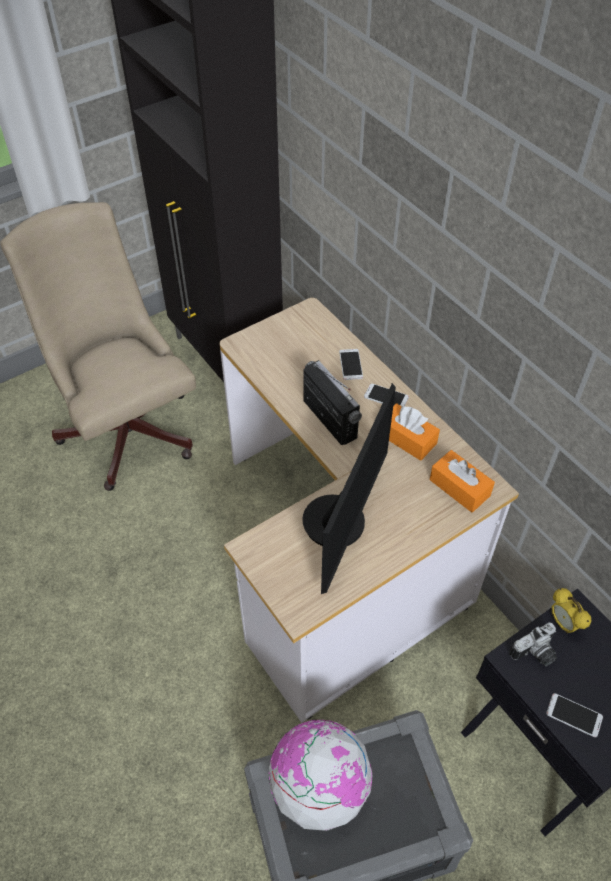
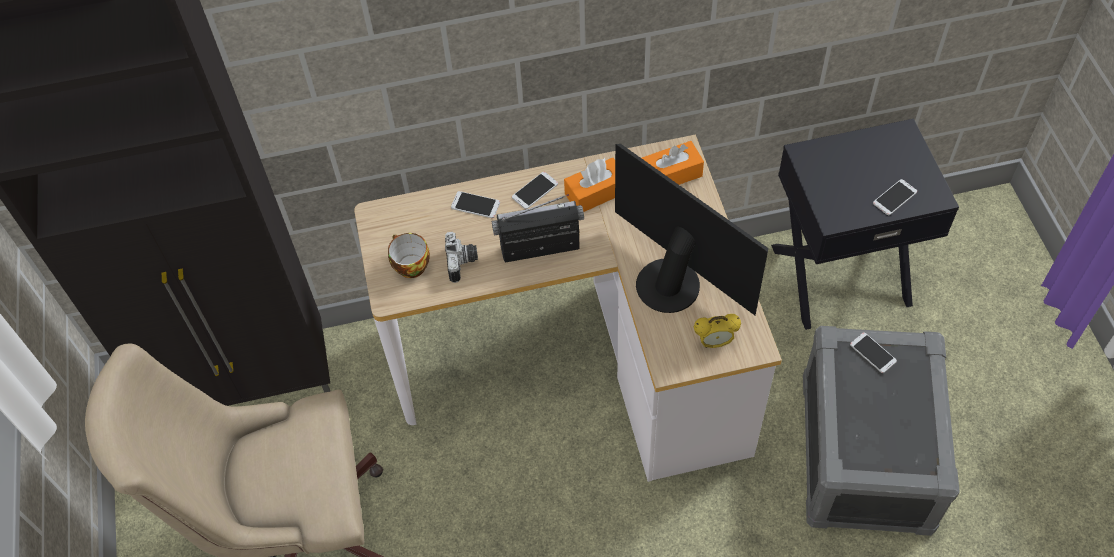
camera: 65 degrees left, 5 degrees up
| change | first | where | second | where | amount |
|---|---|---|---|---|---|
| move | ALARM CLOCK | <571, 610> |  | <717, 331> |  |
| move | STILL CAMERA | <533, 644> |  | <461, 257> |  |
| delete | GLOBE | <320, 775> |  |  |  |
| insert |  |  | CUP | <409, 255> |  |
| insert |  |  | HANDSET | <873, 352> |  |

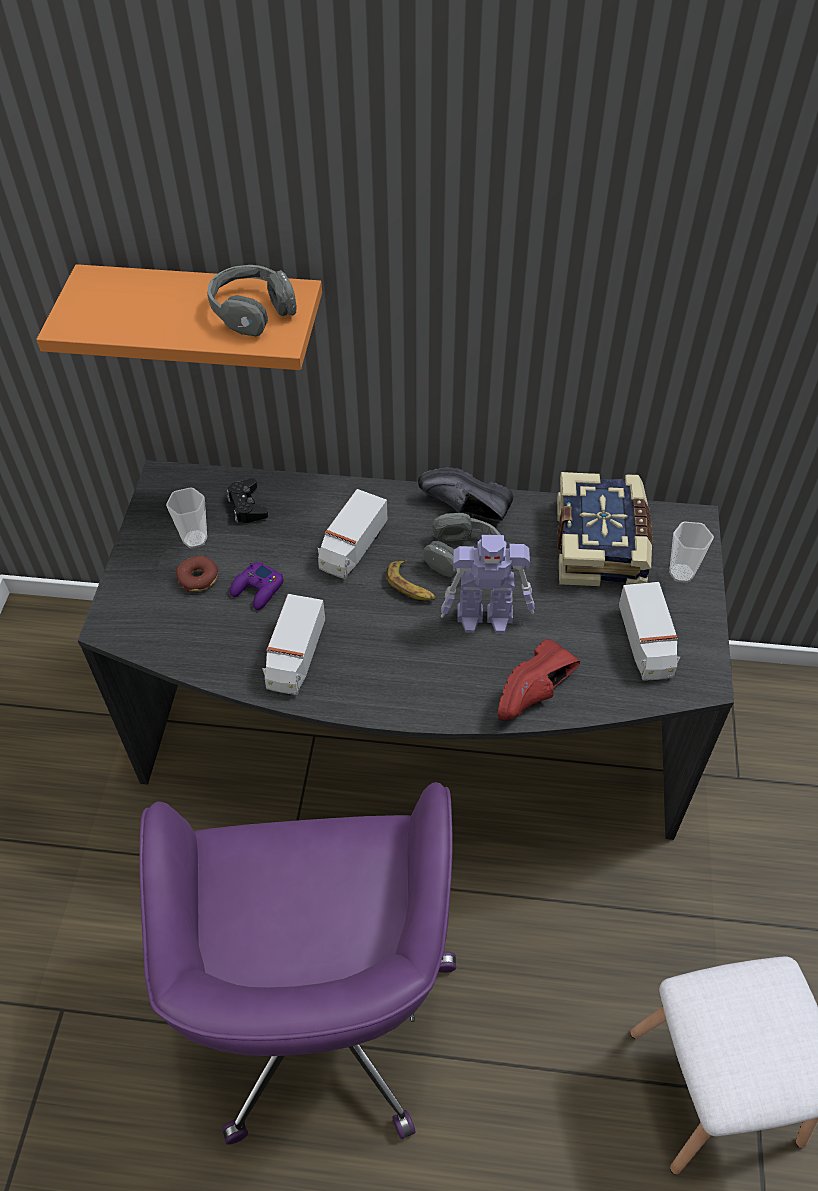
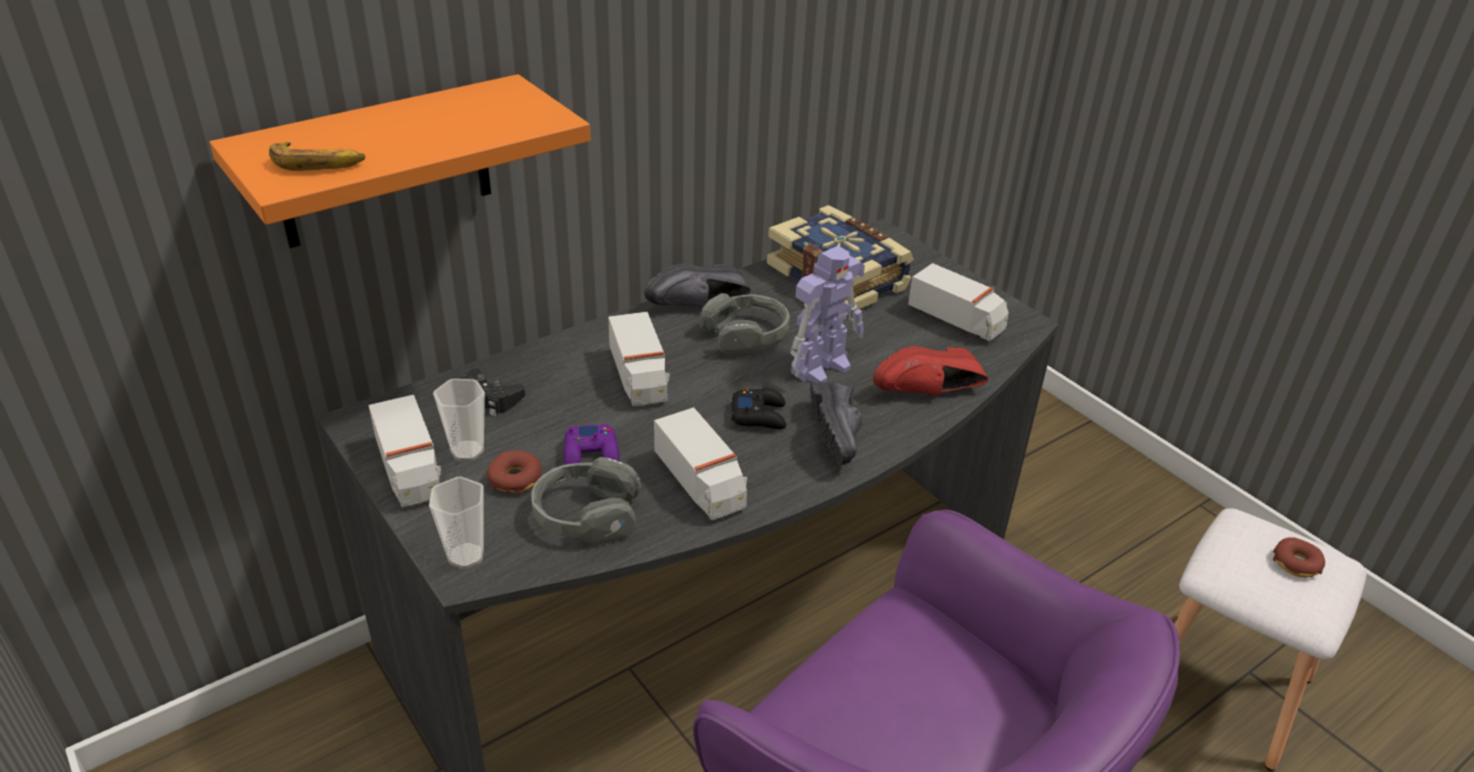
camera: 45 degrees left, 15 degrees down
| change | first | where | second | where | amount |
|---|---|---|---|---|---|
| move | GREYISH PAIR OF HEADPHONES | <251, 300> |  | <586, 500> |  |
| move | CUP | <691, 552> |  | <456, 523> |  |
| move | BANANA | <411, 580> |  | <317, 156> |  |
| rotate | REDDISH LOW SHOE | <539, 679> |  | <930, 370> | 75 degrees clockwise |
| insert |  |  | BLACK LOW SHOE | <836, 424> |  |
| insert |  |  | BLACK GAMEPAD | <759, 408> |  |
| insert |  |  | MODEL TRUCK | <404, 450> |  |
| insert |  |  | DONUT | <1299, 557> |  |

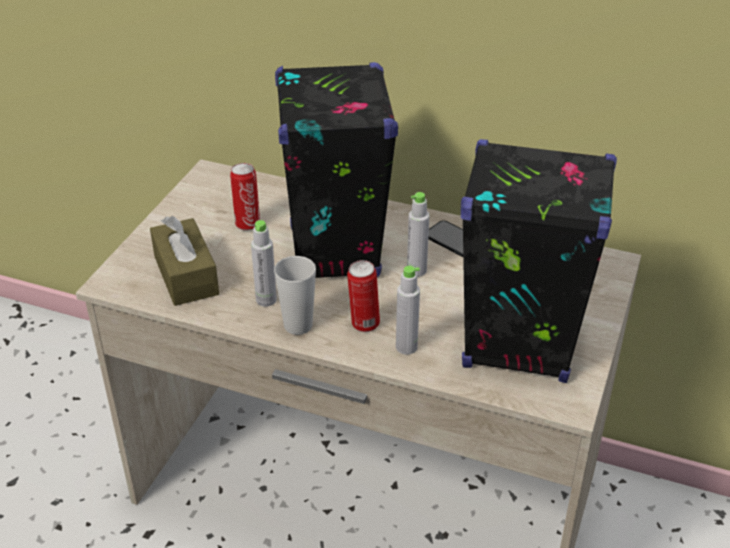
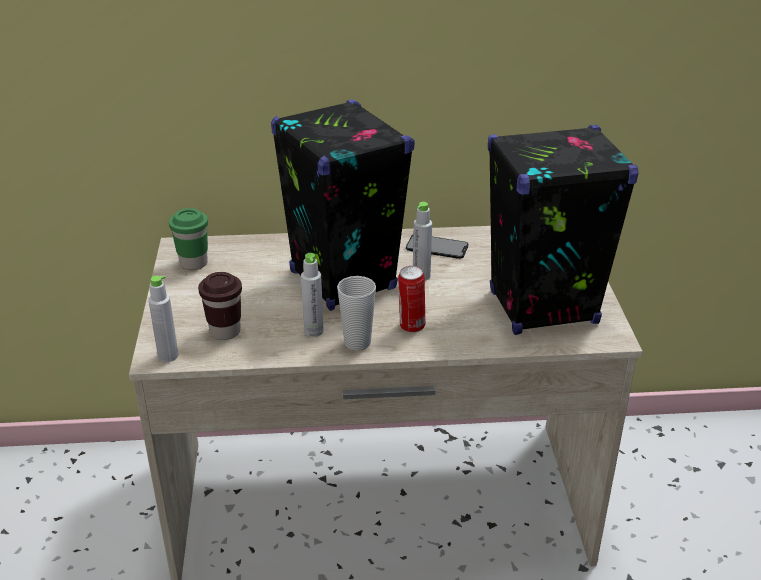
camera: 25 degrees left, 5 degrees down
| change | first | where | second | where | amount |
|---|---|---|---|---|---|
| delete | CAN | <245, 197> |  |  |  |
| replace | BROWN-COLOURED TISSUE HOLDER | <184, 261> | BROWN-COLOURED CUP | <220, 306> |  |
| move | GREYISH BOTTLE | <408, 310> |  | <163, 318> |  |
| insert |  |  | GREENISH CUP | <188, 239> |  |

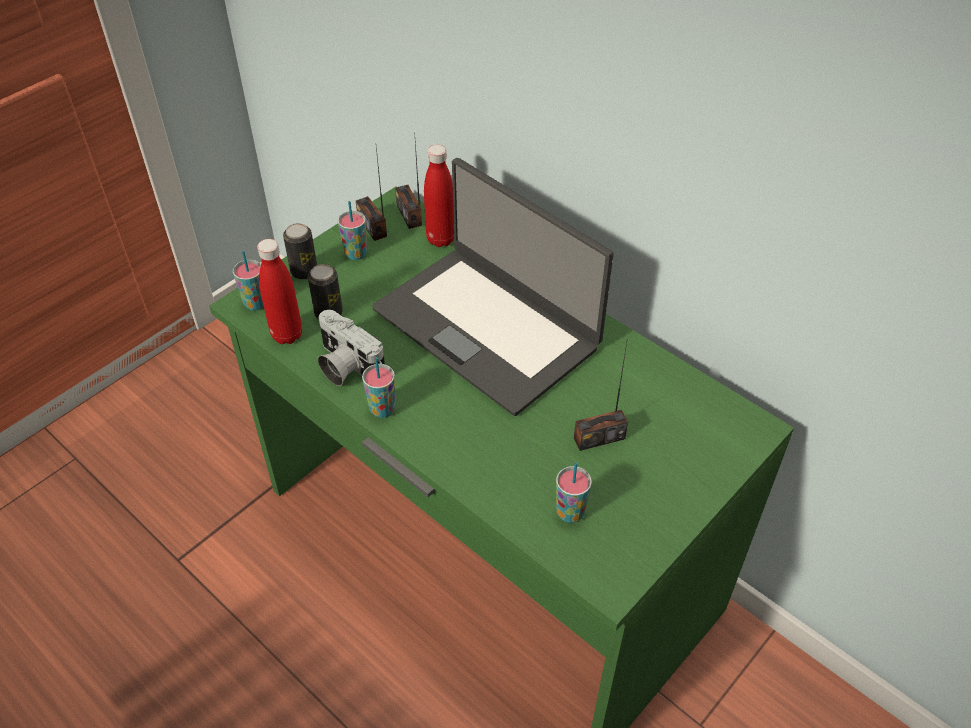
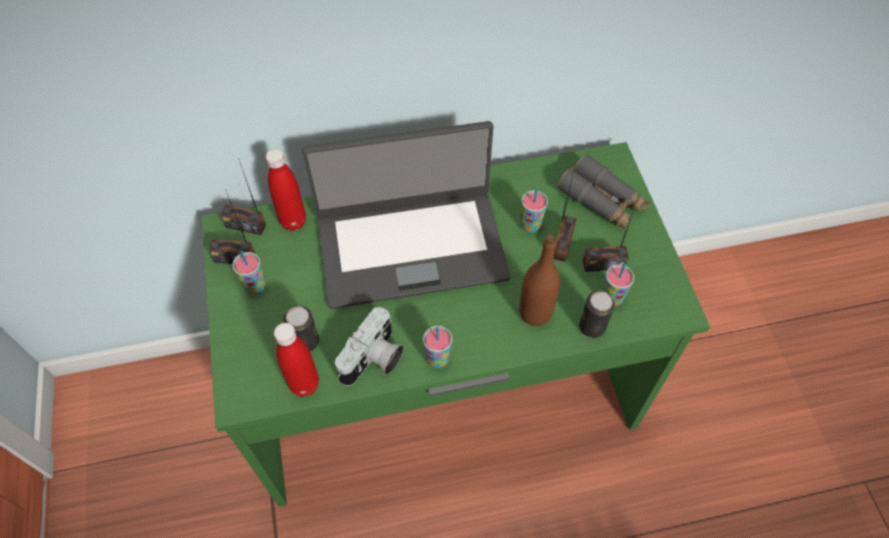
camera: 55 degrees left, 10 degrees up
| change | first | where | second | where | amount |
|---|---|---|---|---|---|
| move | CAN | <300, 251> |  | <597, 314> |  |
| move | CUP | <248, 281> |  | <534, 210> |  |
| rotate | STILL CAMERA | <351, 348> |  | <369, 346> | 45 degrees counterclockwise |
| insert |  |  | GREYISH BINOCULARS | <603, 192> |  |
| insert |  |  | RADIO | <611, 234> |  |
| insert |  |  | BROWN-COLOURED BOTTLE | <539, 280> |  |

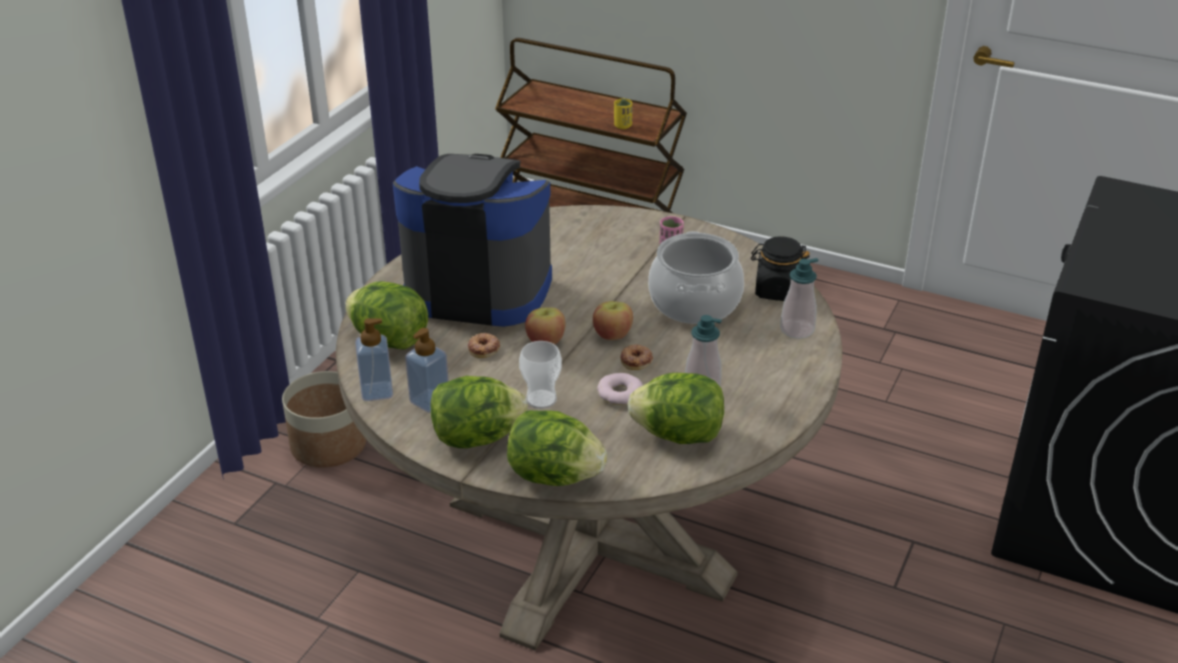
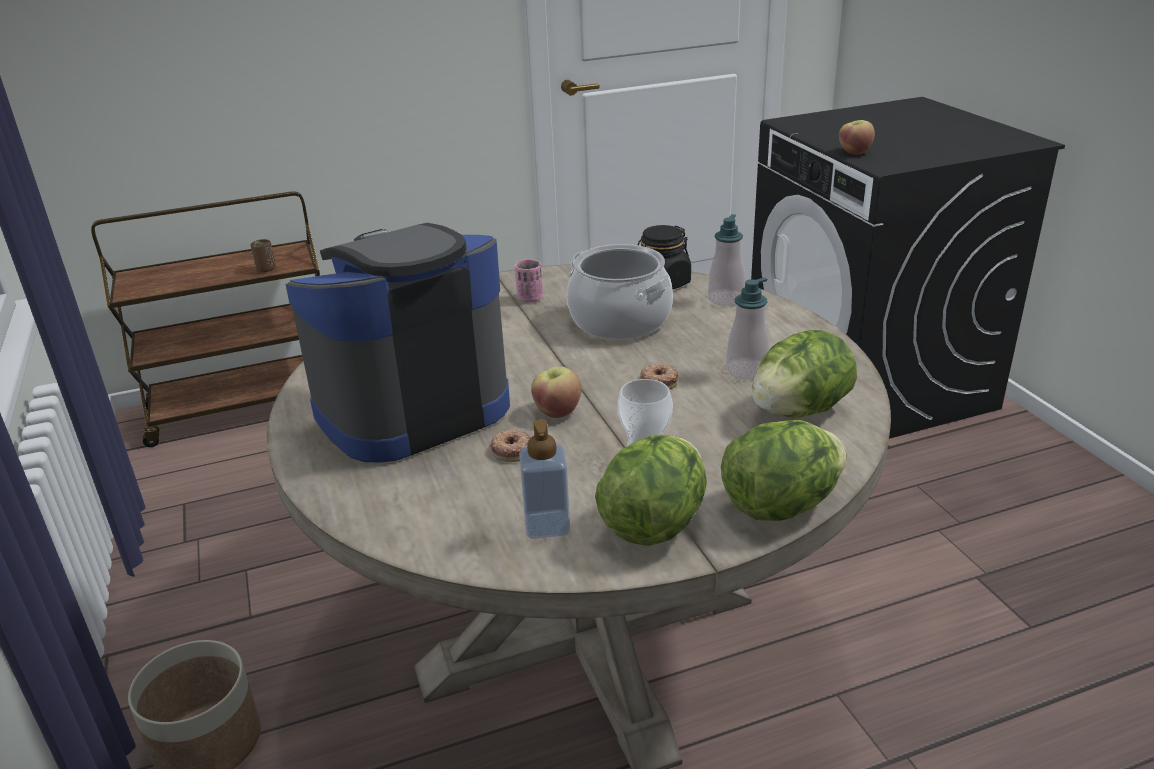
camera: 45 degrees left, 5 degrees down
| change | first | where | second | where | amount |
|---|---|---|---|---|---|
| recolor | YELLOW-COLOURED CUP | <623, 114> | BROWN-COLOURED CUP | <263, 255> |  |
| delete | LETTUCE HEAD | <386, 315> |  |  |  |
| move | APPLE FRUIT | <613, 320> |  | <857, 137> |  |
| delete | LIQUID SOAP BOTTLE | <374, 359> |  |  |  |
| delete | DONUT | <620, 389> |  |  |  |

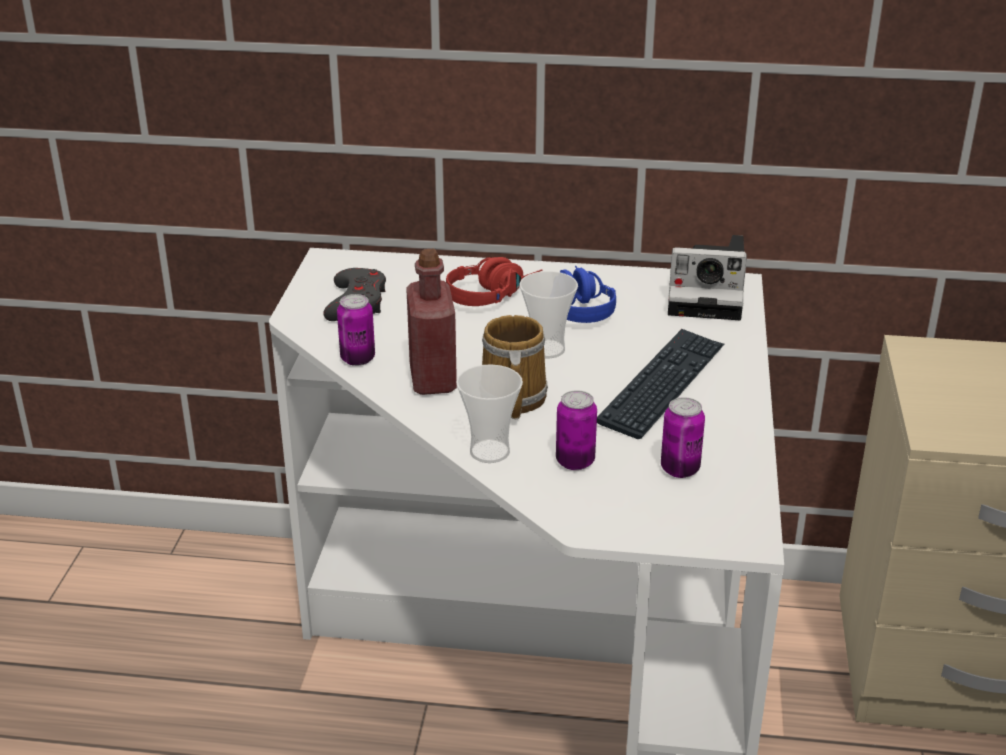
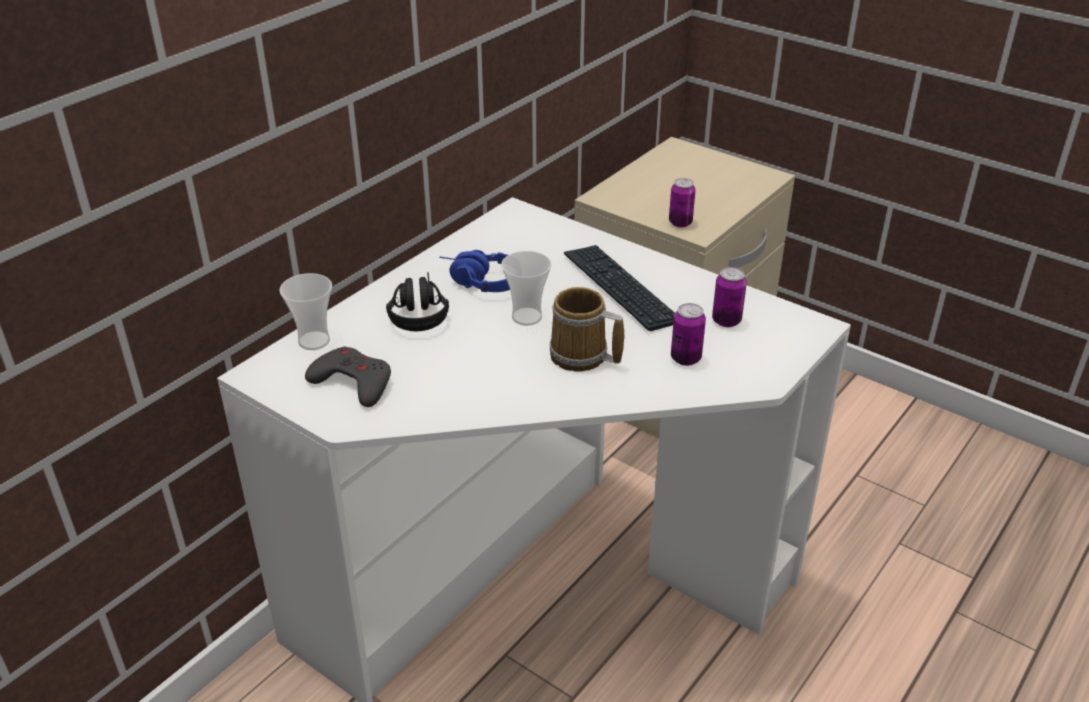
camera: 60 degrees left, 5 degrees up
| change | first | where | second | where | amount |
|---|---|---|---|---|---|
| delete | STILL CAMERA | <707, 277> |  |  |  |
| delete | REDDISH BOTTLE | <431, 322> |  |  |  |
| recolor | REDDISH PAIR OF HEADPHONES | <494, 281> | BLACK PAIR OF HEADPHONES | <417, 301> |  |
| move | CAN | <356, 330> |  | <682, 202> |  |
| move | CUP | <489, 413> |  | <305, 311> |  |

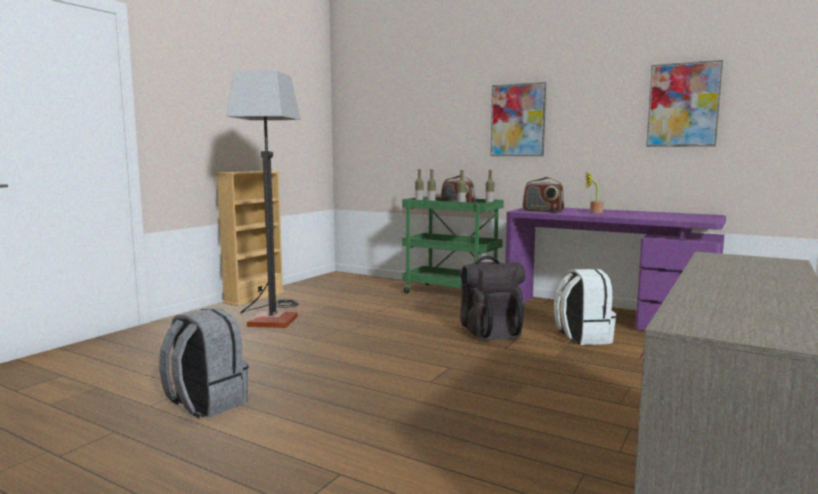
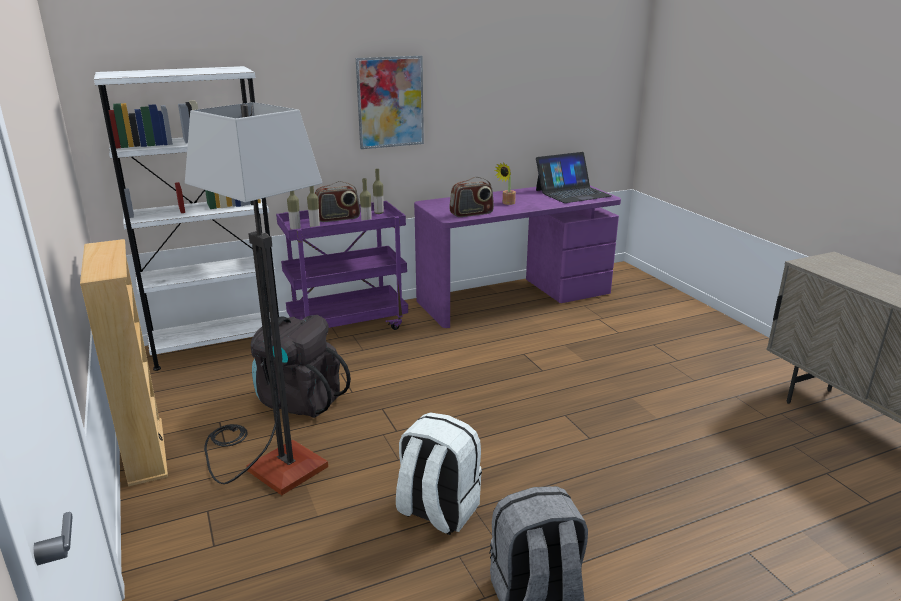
camera: 55 degrees left, 15 degrees up
| change | first | where | second | where | amount |
|---|---|---|---|---|---|
| delete | PICTURE | <684, 103> |  |  |  |
| recolor | GREENISH TROLLEY | <453, 245> | PURPLISH TROLLEY | <342, 265> |  |
| move | BLACK RUCKSACK | <492, 298> |  | <301, 366> |  |
| move | WHITISH RUCKSACK | <585, 307> |  | <439, 474> |  |
| insert |  |  | WHITISH SHELVING UNIT | <186, 218> |  |
| insert |  |  | LAPTOP | <574, 177> |  |

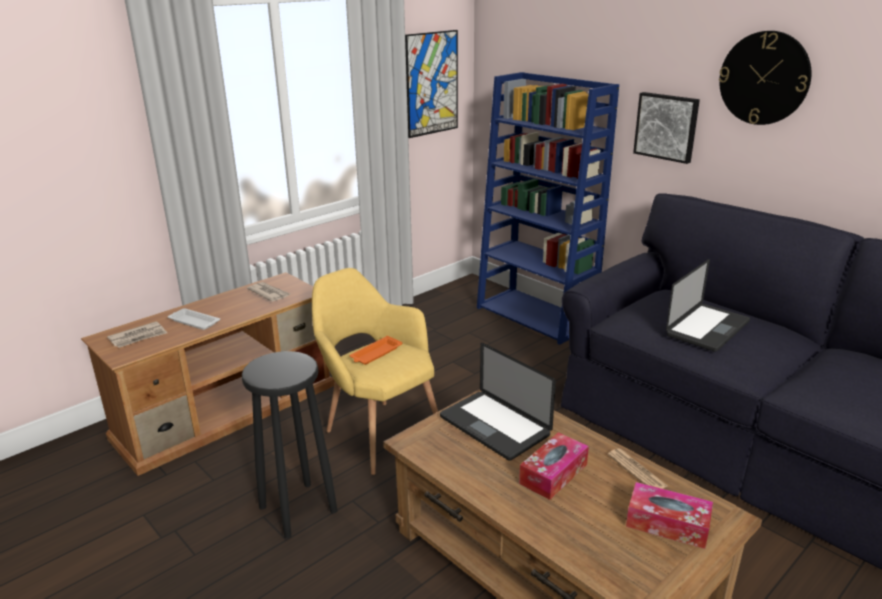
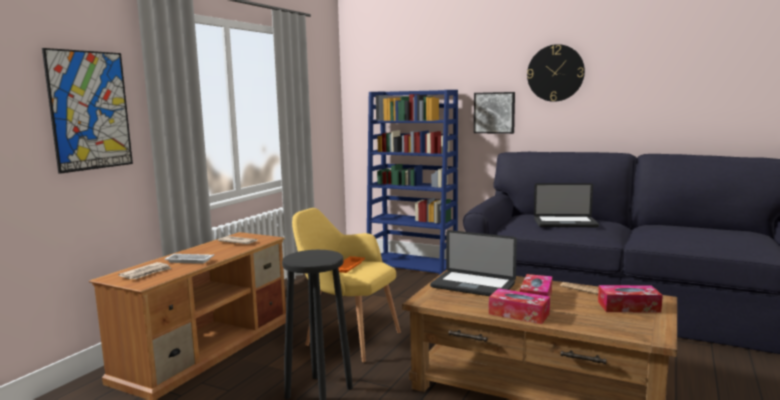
camera: 20 degrees left, 15 degrees down
| change | first | where | second | where | amount |
|---|---|---|---|---|---|
| move | PICTURE | <431, 84> |  | <87, 111> |  |
| rotate | LAPTOP | <708, 305> |  | <566, 205> | 75 degrees clockwise |
| insert |  |  | TISSUE HOLDER | <519, 306> |  |

